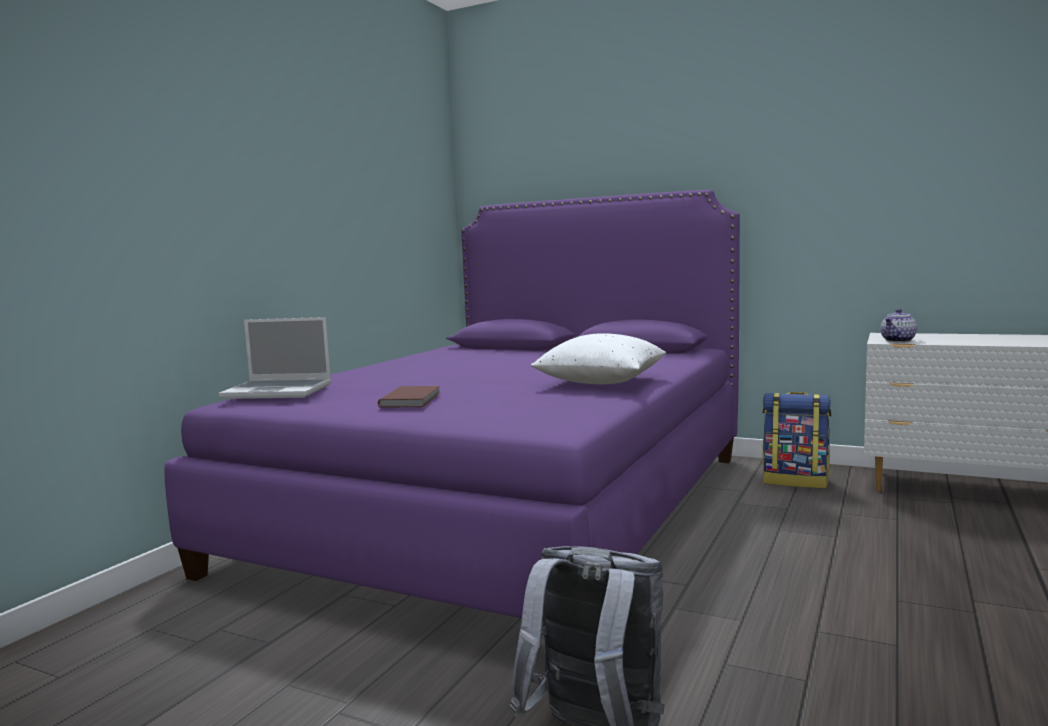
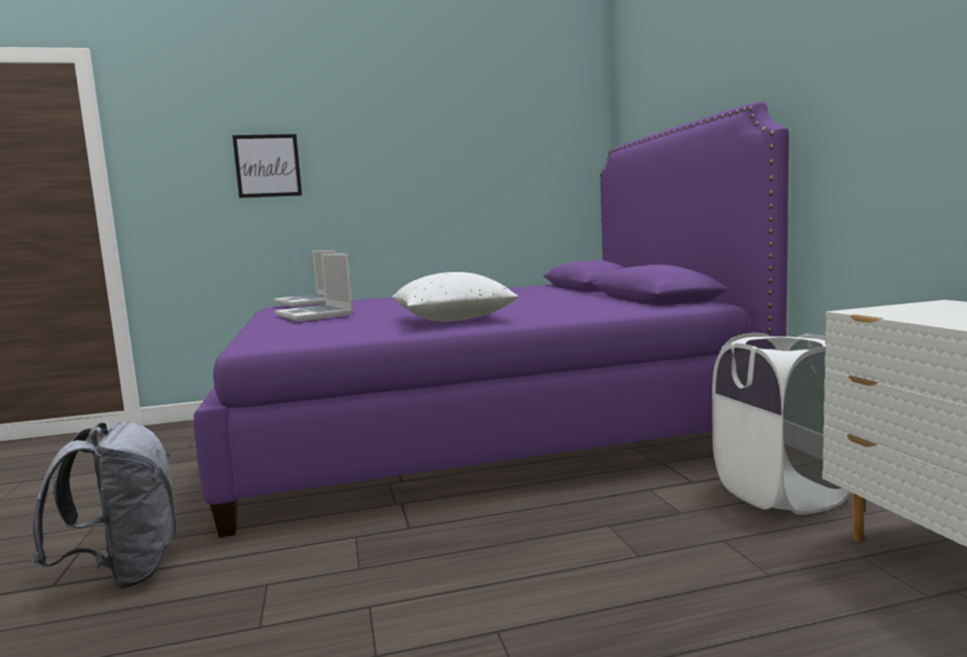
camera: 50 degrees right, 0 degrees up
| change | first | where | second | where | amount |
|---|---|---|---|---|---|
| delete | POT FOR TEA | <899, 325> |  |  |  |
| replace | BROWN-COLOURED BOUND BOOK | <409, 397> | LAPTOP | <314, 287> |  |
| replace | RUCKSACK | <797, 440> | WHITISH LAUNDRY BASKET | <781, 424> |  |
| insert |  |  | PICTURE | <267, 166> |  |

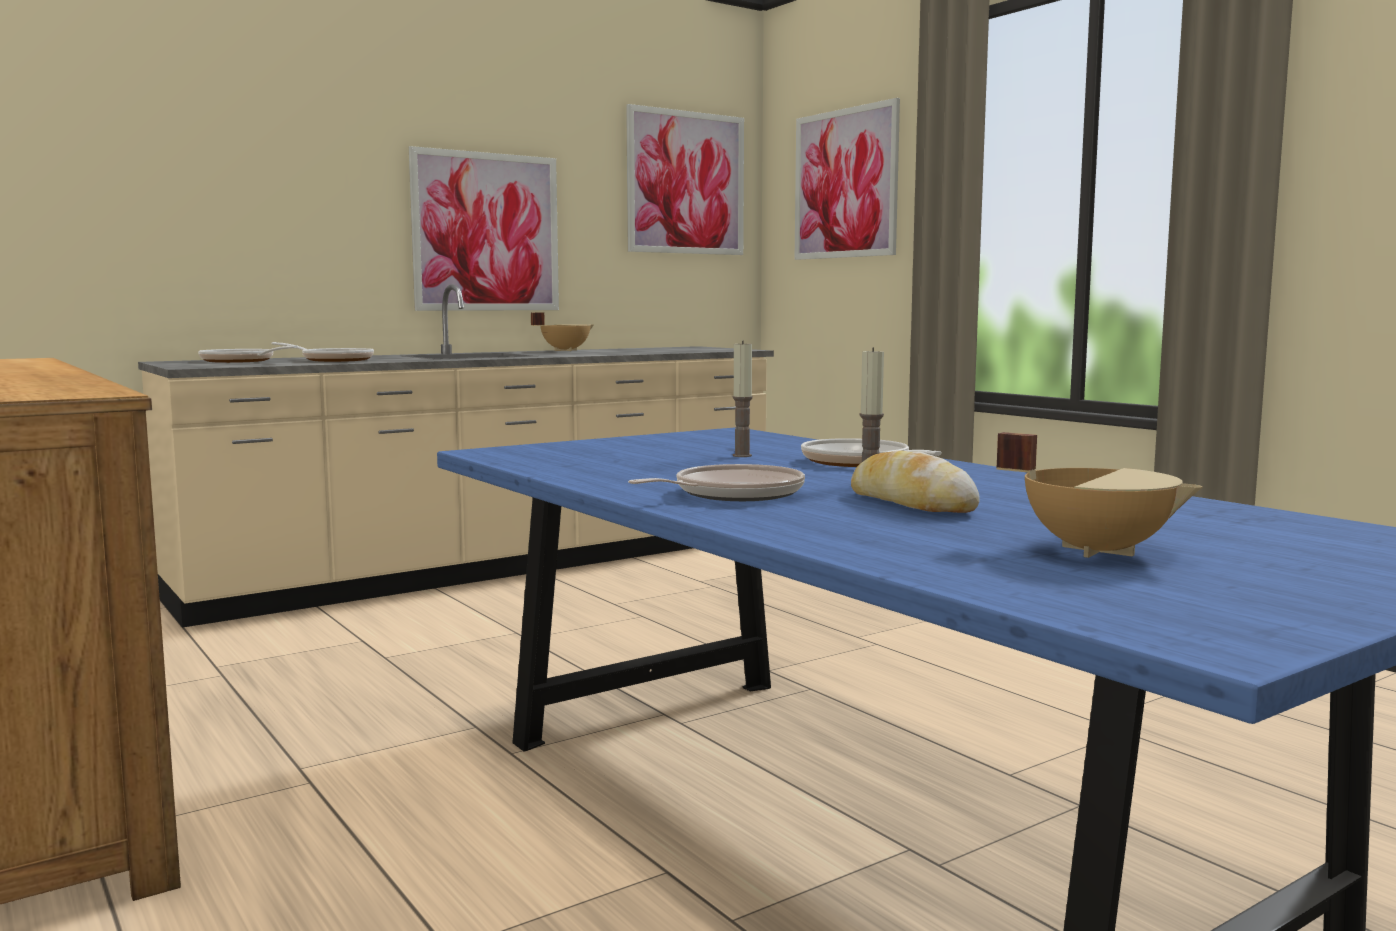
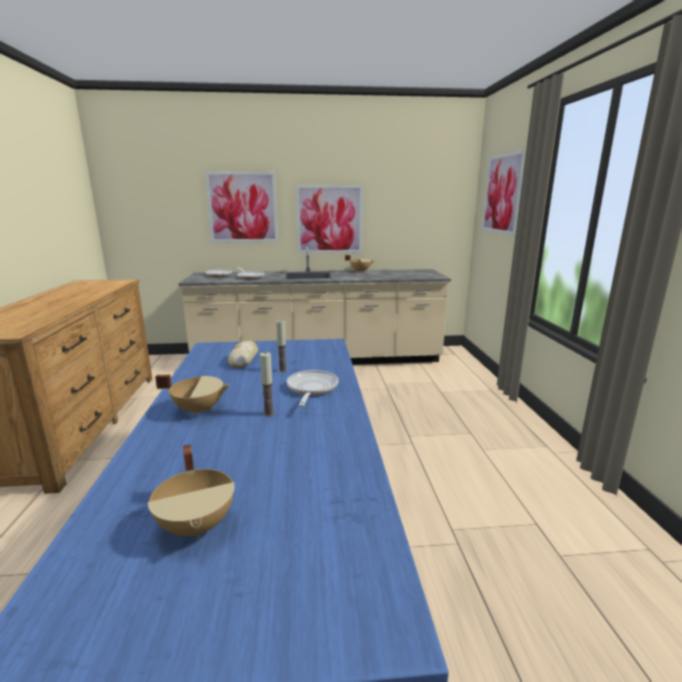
camera: 30 degrees right, 10 degrees up
| change | first | where | second | where | amount |
|---|---|---|---|---|---|
| move | PICTURE | <685, 179> |  | <241, 207> |  |
| move | BREAD | <915, 482> |  | <243, 354> |  |
| replace | SKILLET | <716, 482> | BEIGE-COLOURED SAUCEPOT | <192, 395> |  |

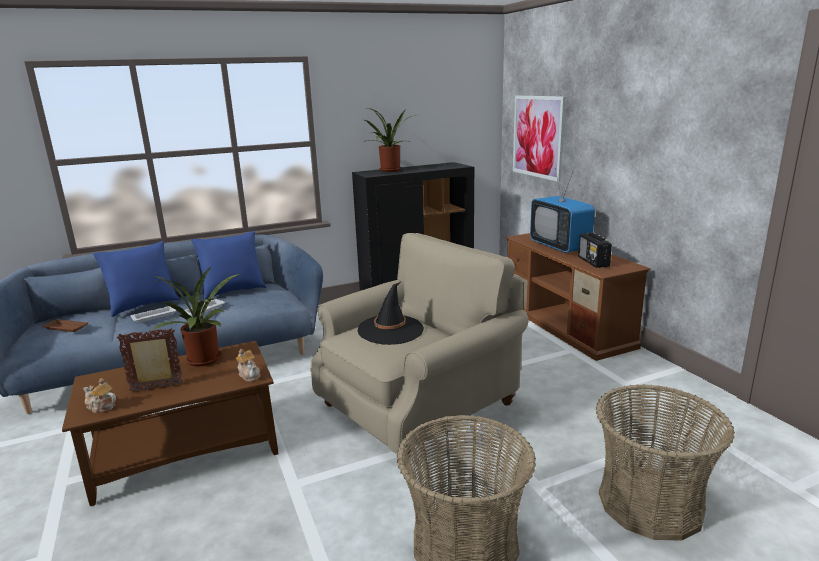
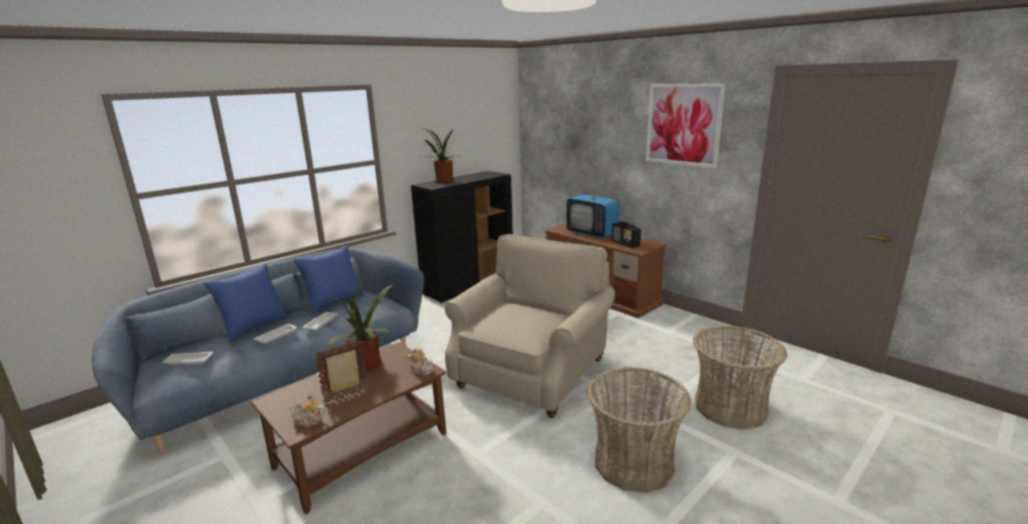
camera: 20 degrees left, 0 degrees up
| change | first | where | second | where | amount |
|---|---|---|---|---|---|
| move | PICTURE | <539, 139> |  | <685, 125> |  |
| delete | BLACK CLOTHING HAT | <391, 313> |  |  |  |
| recolor | BROWN-COLOURED SERVING TRAY | <65, 325> | WHITISH SERVING TRAY | <188, 358> |  |

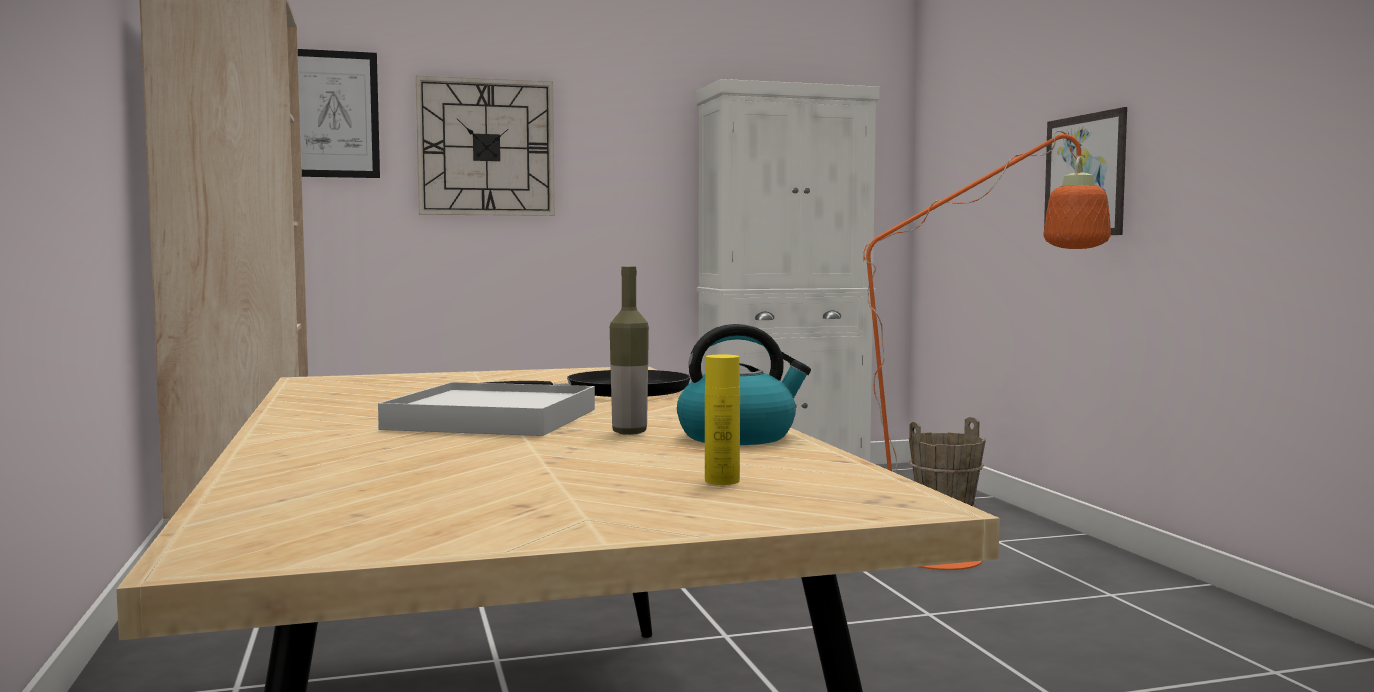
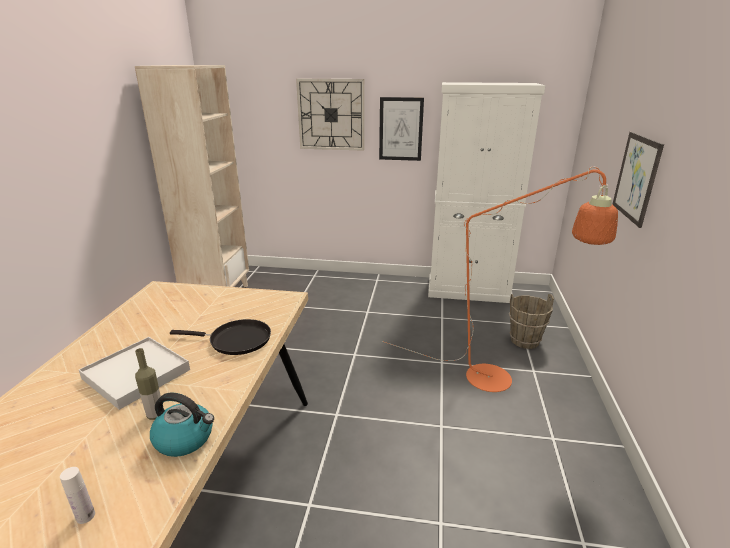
camera: 25 degrees right, 20 degrees up
| change | first | where | second | where | amount |
|---|---|---|---|---|---|
| move | PICTURE | <339, 113> |  | <401, 129> |  |
| recolor | YELLOW-COLOURED BOTTLE | <722, 420> | WHITISH BOTTLE | <77, 495> |  |

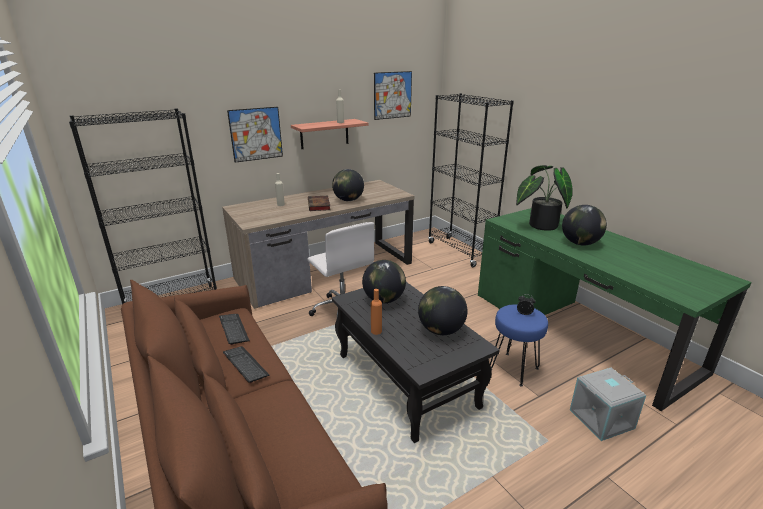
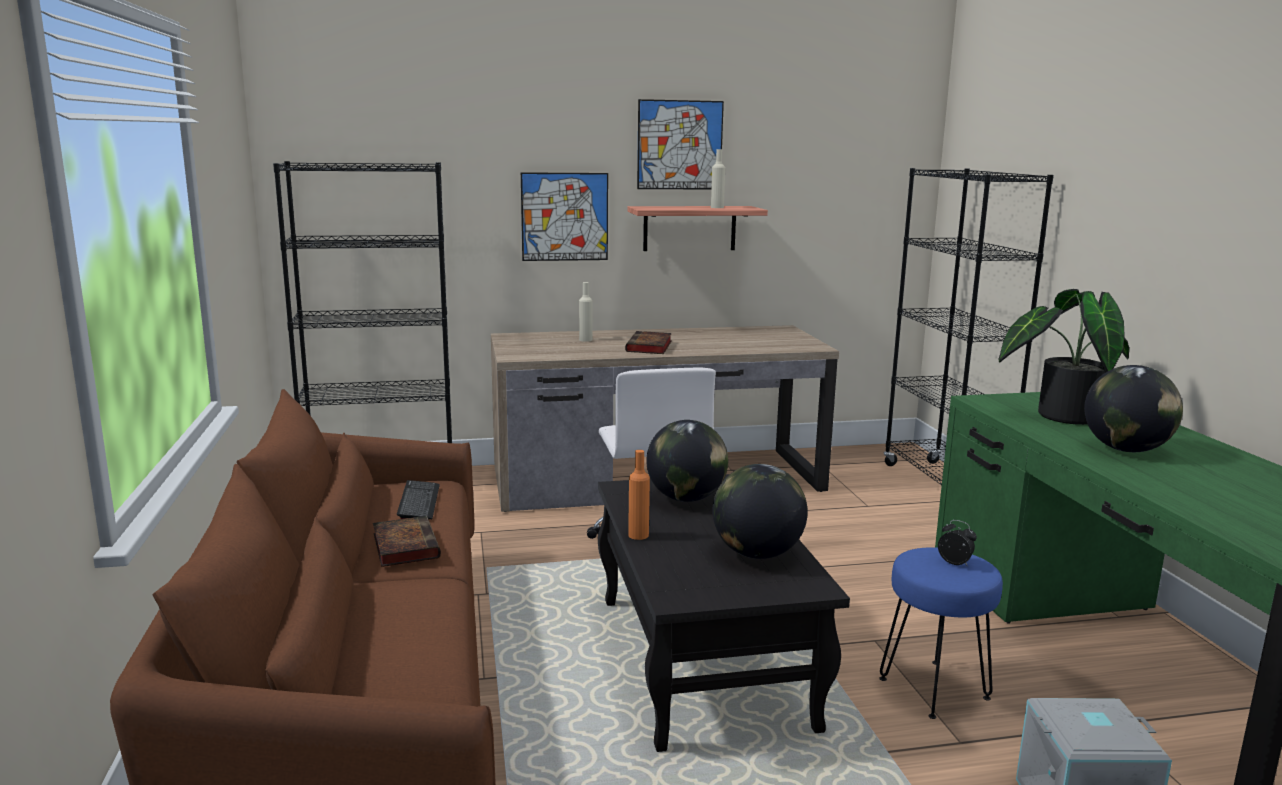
camera: 20 degrees right, 10 degrees down
| change | first | where | second | where | amount |
|---|---|---|---|---|---|
| move | PICTURE | <393, 95> |  | <680, 144> |  |
| delete | GLOBE | <348, 185> |  |  |  |
| replace | PC KEYBOARD | <246, 364> | BOUND BOOK | <407, 541> |  |

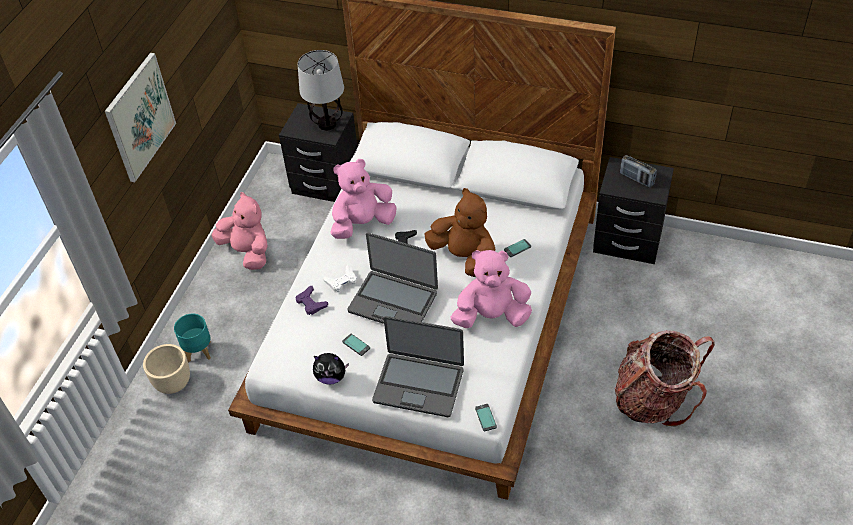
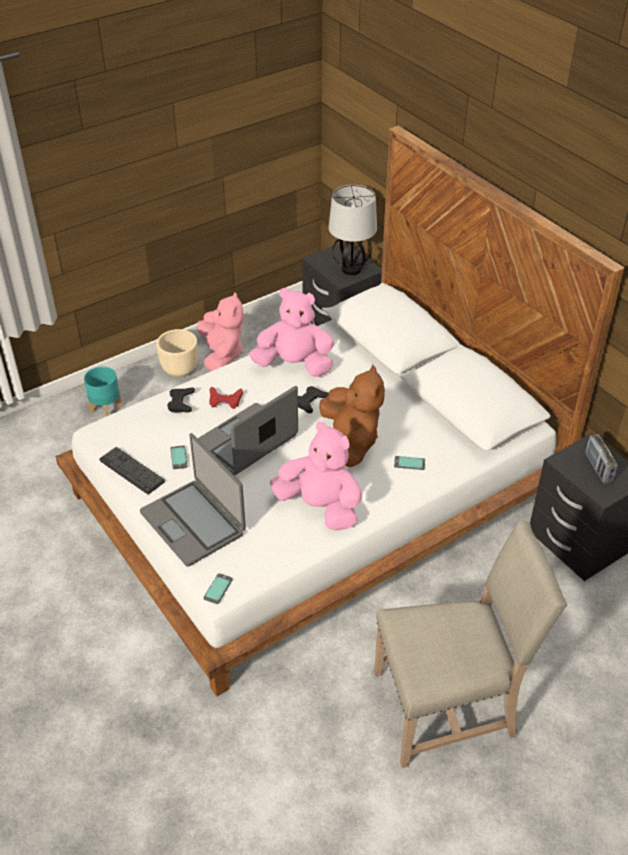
camera: 35 degrees right, 5 degrees down
| change | first | where | second | where | amount |
|---|---|---|---|---|---|
| delete | PICTURE | <140, 117> |  |  |  |
| rotate | LAPTOP | <392, 278> |  | <248, 430> | 75 degrees clockwise |
| recolor | WHITISH GAMEPAD | <340, 278> | REDDISH GAMEPAD | <226, 398> |  |
| recolor | PURPLISH GAMEPAD | <311, 300> | BLACK GAMEPAD | <181, 400> |  |
| replace | RUCKSACK | <665, 378> | BEIGE-COLOURED UPRIGHT CHAIR | <470, 644> |  |
| move | BEIGE-COLOURED PLANTER | <166, 369> |  | <177, 353> |  |
| replace | PLUSH TOY | <331, 369> | PC KEYBOARD | <132, 470> |  |

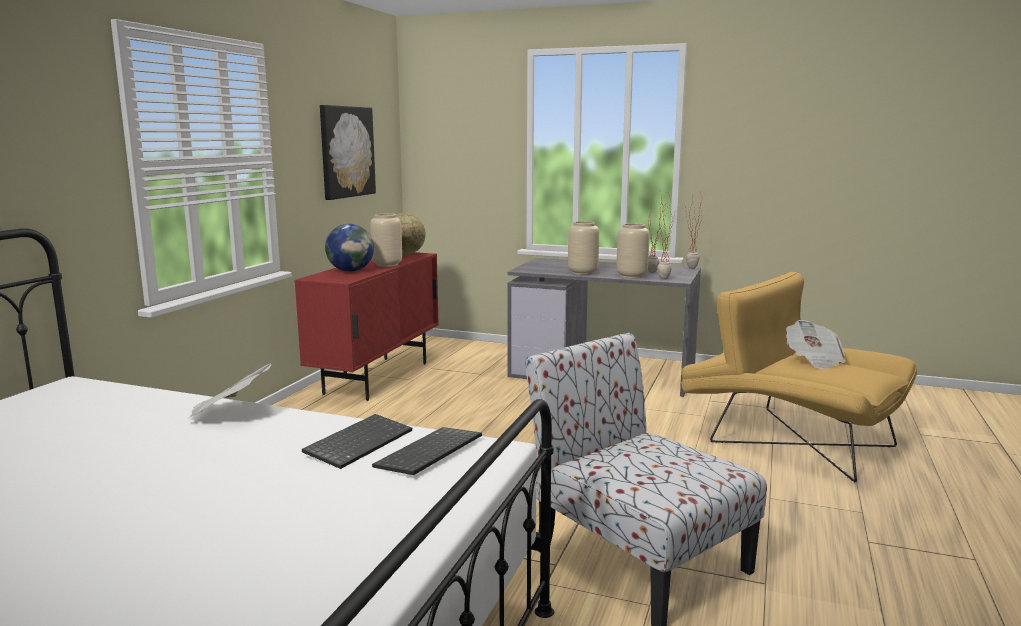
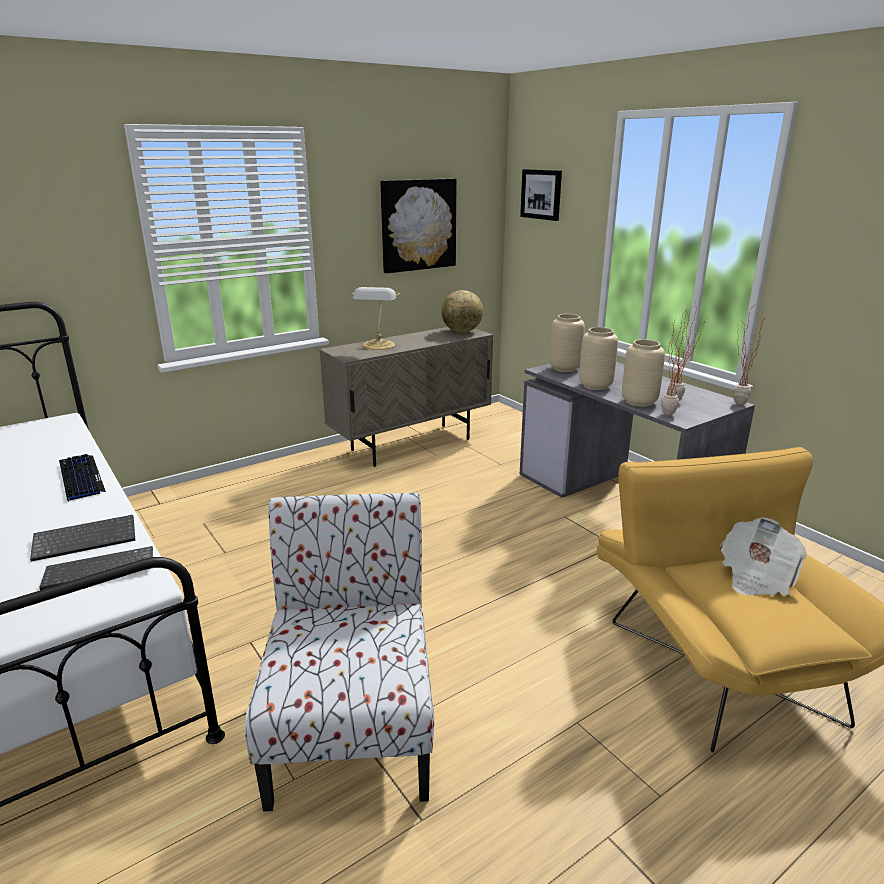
camera: 35 degrees right, 10 degrees up
| change | first | where | second | where | amount |
|---|---|---|---|---|---|
| move | BEIGE-COLOURED DECORATIVE VASE | <386, 240> |  | <567, 343> |  |
| replace | GLOBE | <349, 248> | TABLETOP LAMP | <376, 318> |  |
| recolor | REDDISH STORAGE CABINET | <366, 326> | BEIGE-COLOURED STORAGE CABINET | <406, 397> |  |
| replace | NEWSPAPER | <230, 391> | PC KEYBOARD | <82, 477> |  |
| insert |  |  | PICTURE | <541, 195> |  |

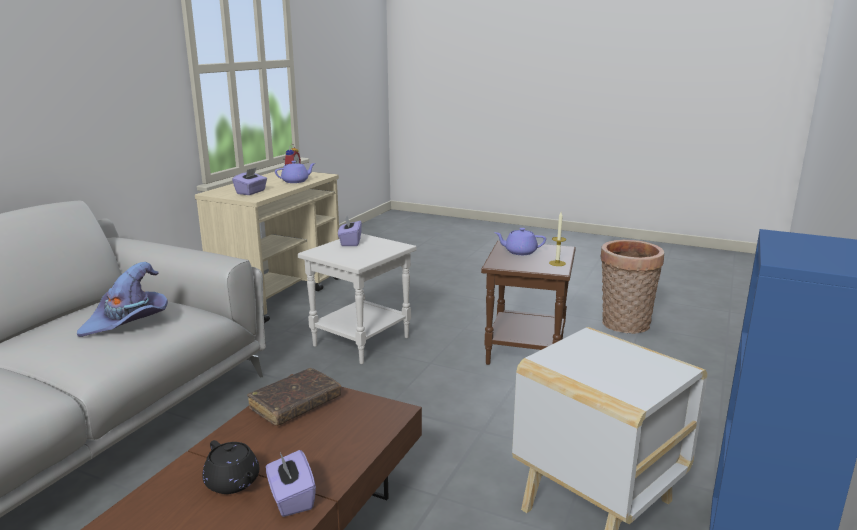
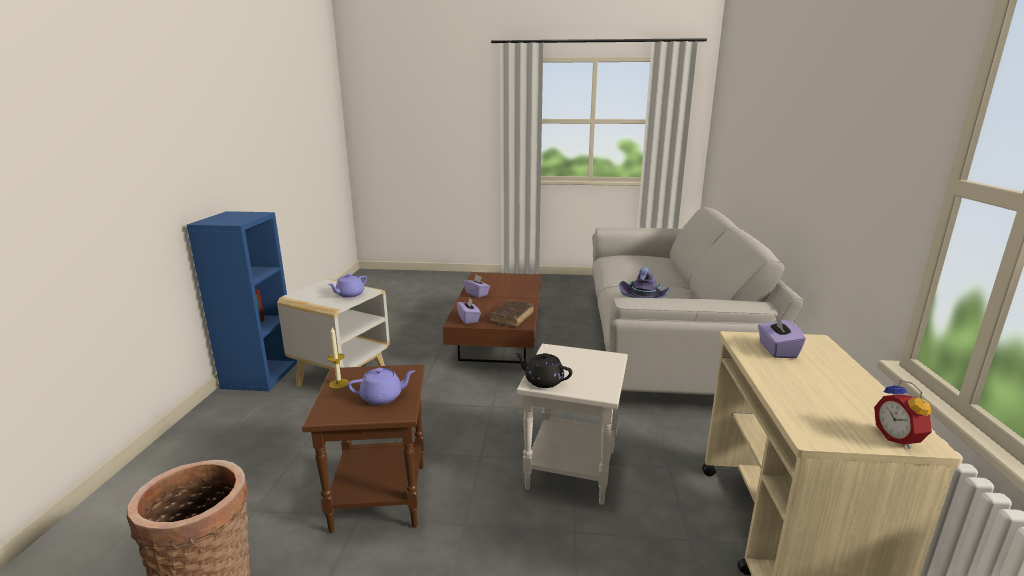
camera: 160 degrees right, 0 degrees up
| change | first | where | second | where | amount |
|---|---|---|---|---|---|
| move | PURPLISH POT FOR TEA | <295, 172> |  | <347, 285> |  |
| move | PURPLISH TISSUE HOLDER | <350, 231> |  | <469, 311> |  |
| move | BLACK POT FOR TEA | <231, 467> |  | <543, 370> |  |

